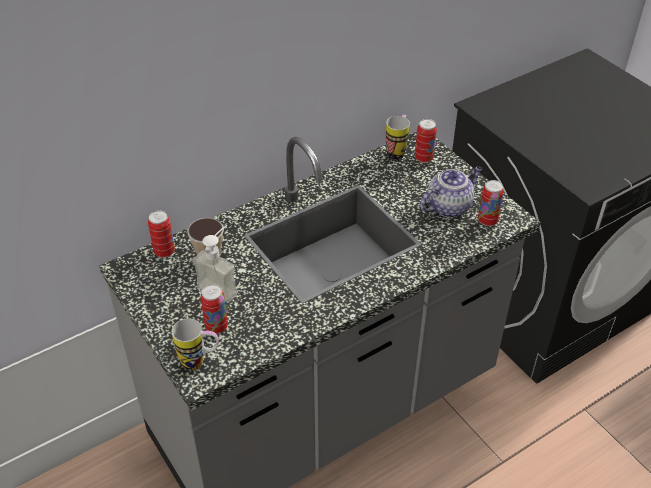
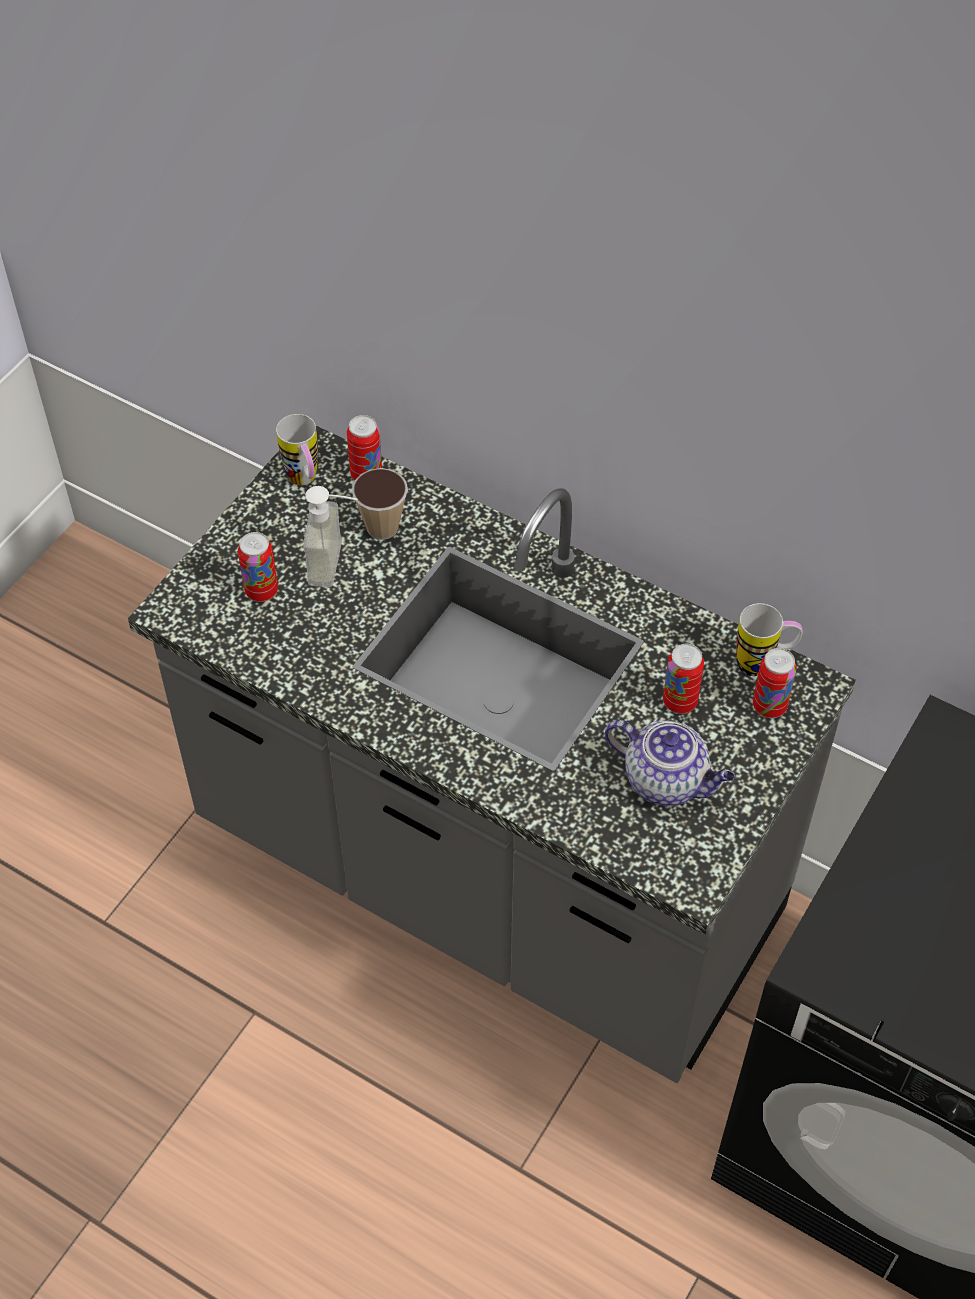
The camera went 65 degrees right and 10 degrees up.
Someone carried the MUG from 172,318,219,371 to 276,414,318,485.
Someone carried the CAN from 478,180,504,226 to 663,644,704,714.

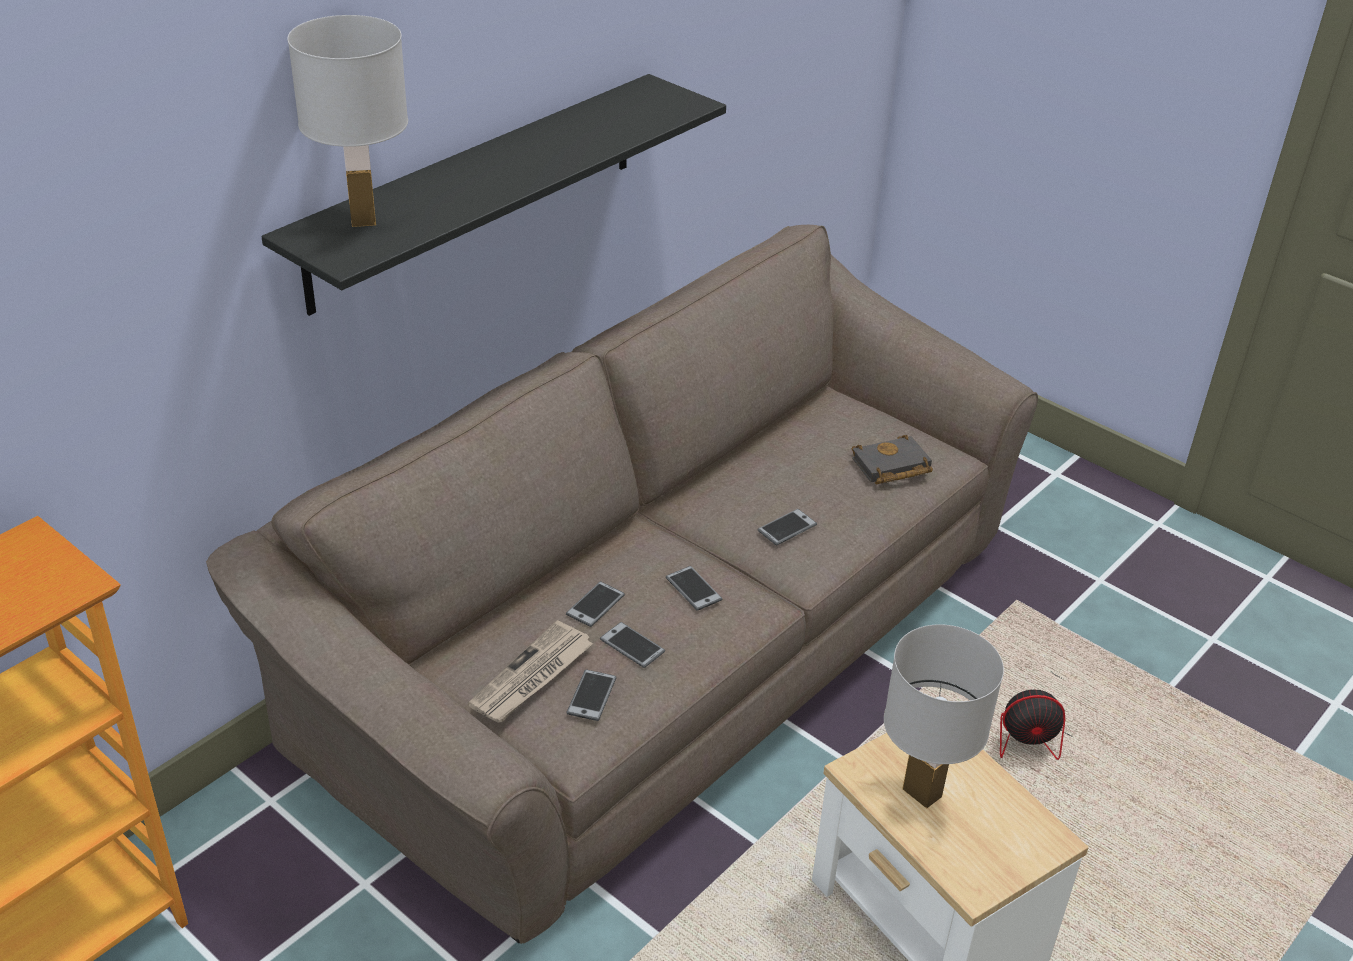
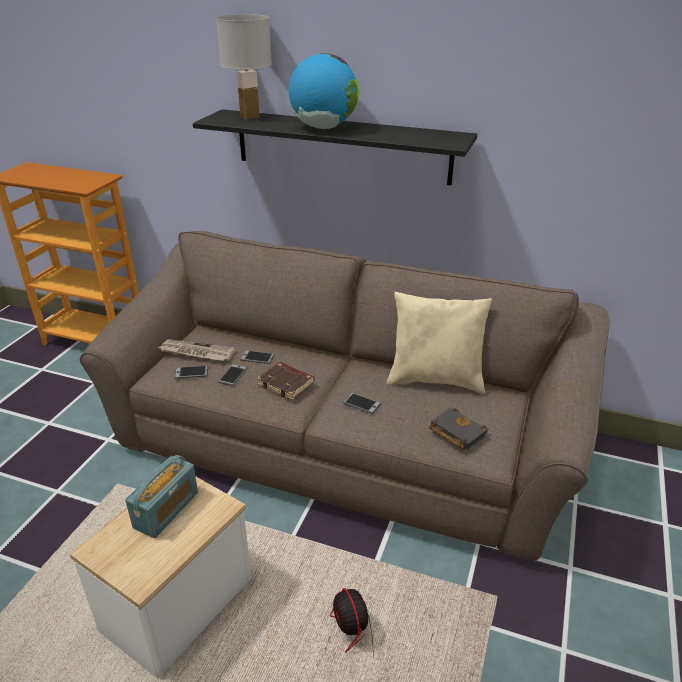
The camera went 70 degrees right and 5 degrees down.
Someone swapped the PHONE at 666,566,722,611 for the BROWN BOOK at 257,362,315,400.
Someone swapped the WHITE TABLE LAMP at 884,624,1004,809 for the RADIO at 125,455,198,538.
Someone put down the GLOBE at 289,53,360,129.
Someone put down the BEIGE PILLOW at 386,292,492,394.

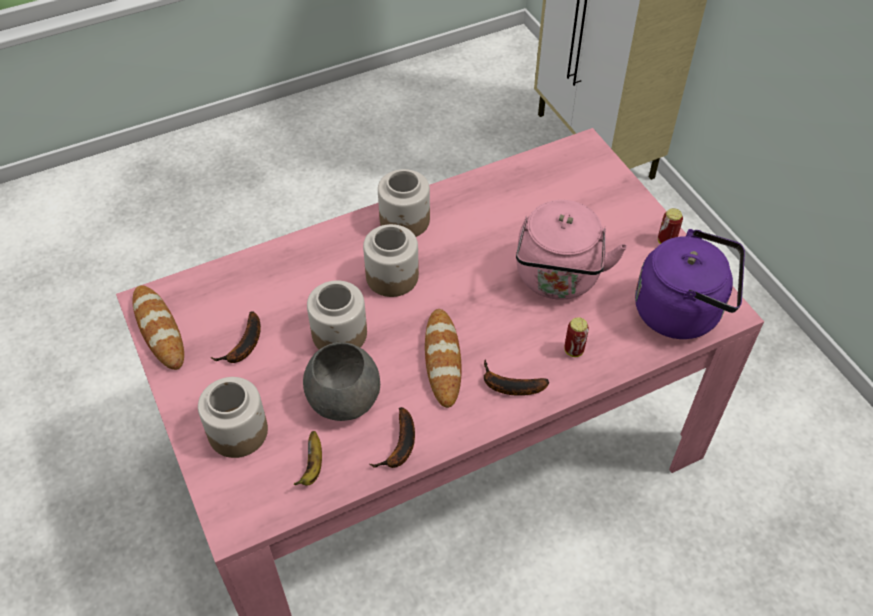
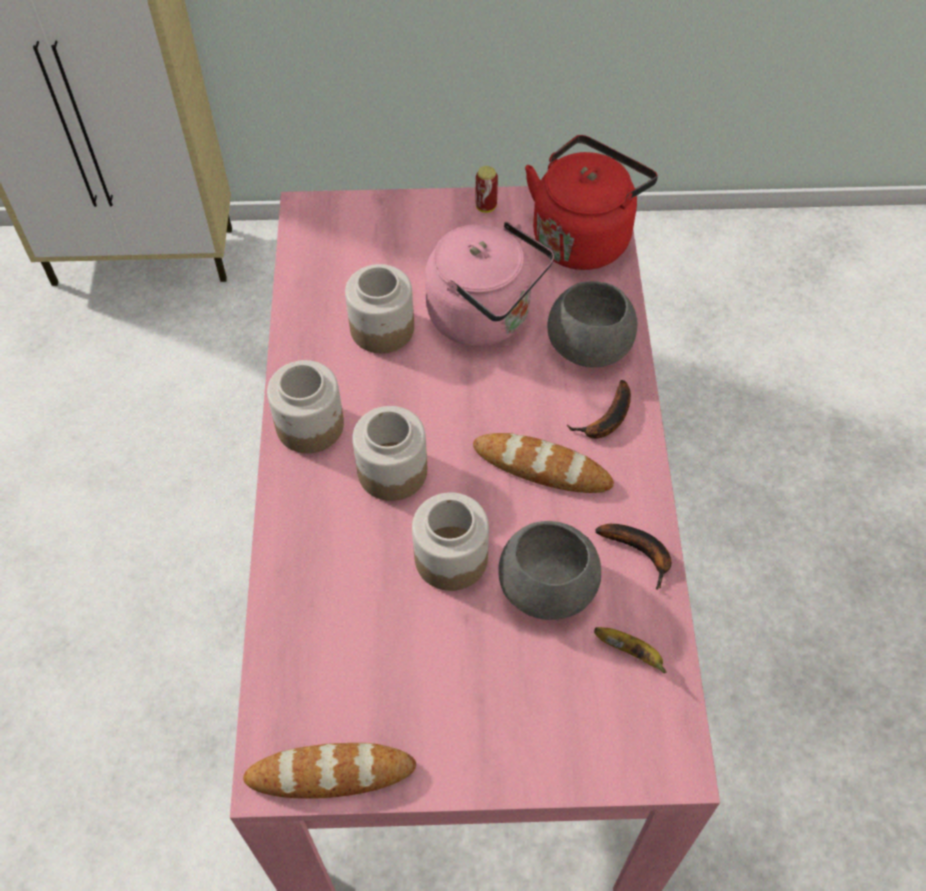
The camera went 65 degrees left and 5 degrees up.
Someone carried the JAR from 198,377,268,458 to 345,264,414,353.
Someone took away the BANANA at 211,311,261,363.
Someone swapped the CAN at 564,317,589,357 for the GREY BOWL at 547,281,637,367.
Someone repainted the PURPLE KETTLE at 635,229,745,339, which became the RED KETTLE at 525,135,658,270.

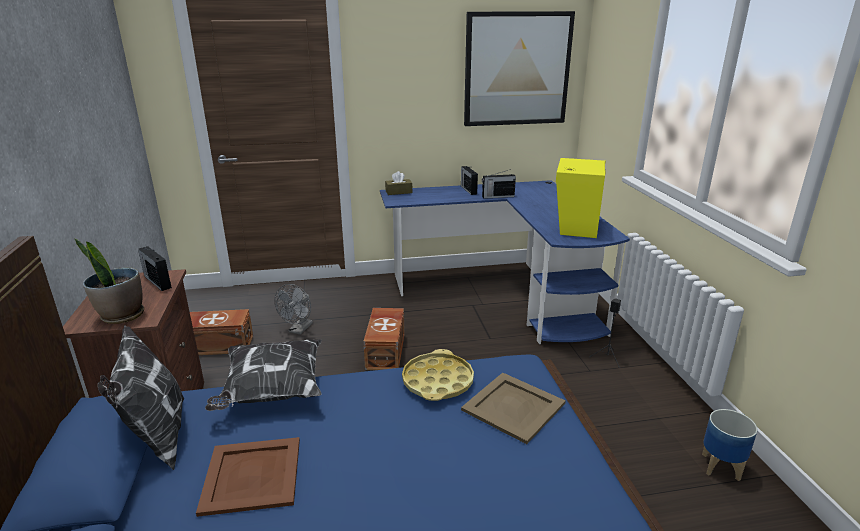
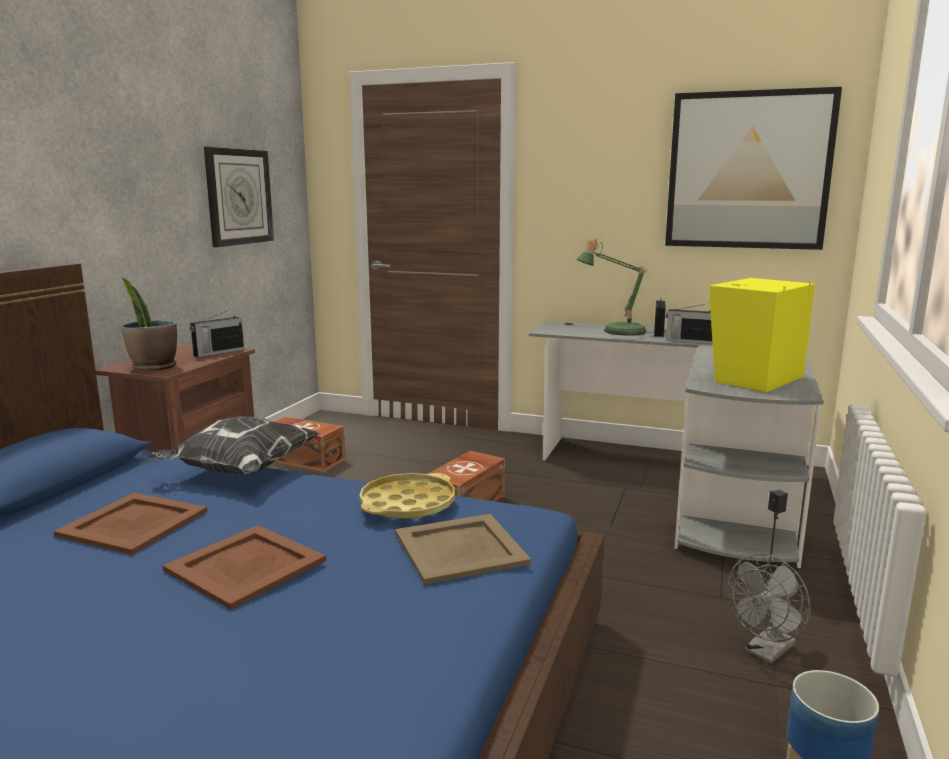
The camera went 30 degrees right and 10 degrees down.
Someone took away the PILLOW at 97,325,184,470.
Someone rotated the RADIO at 138,246,172,291 by 120 degrees counterclockwise.
Someone carried the GREY FAN from 274,284,313,335 to 727,553,810,664.
Someone repainted the BLUE DESK at 380,180,630,344, which became the GREY DESK at 529,321,824,568.
Someone took away the BROWN TISSUE BOX at 385,171,412,195.
Someone put down the BROWN TRAY at 163,525,326,610.
Someone put up the WALL CLOCK at 204,147,274,247.
Someone put down the TABLE LAMP at 577,238,647,336.

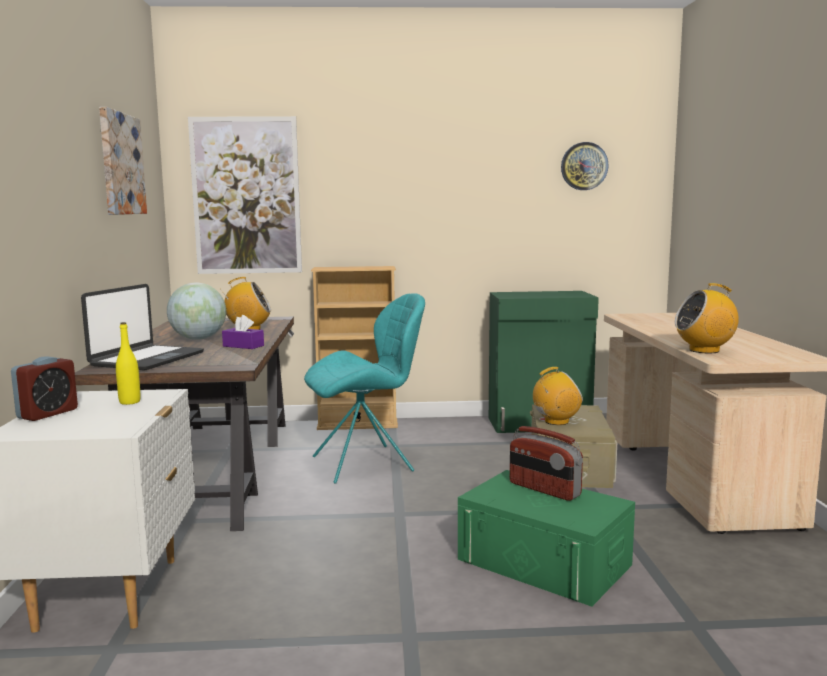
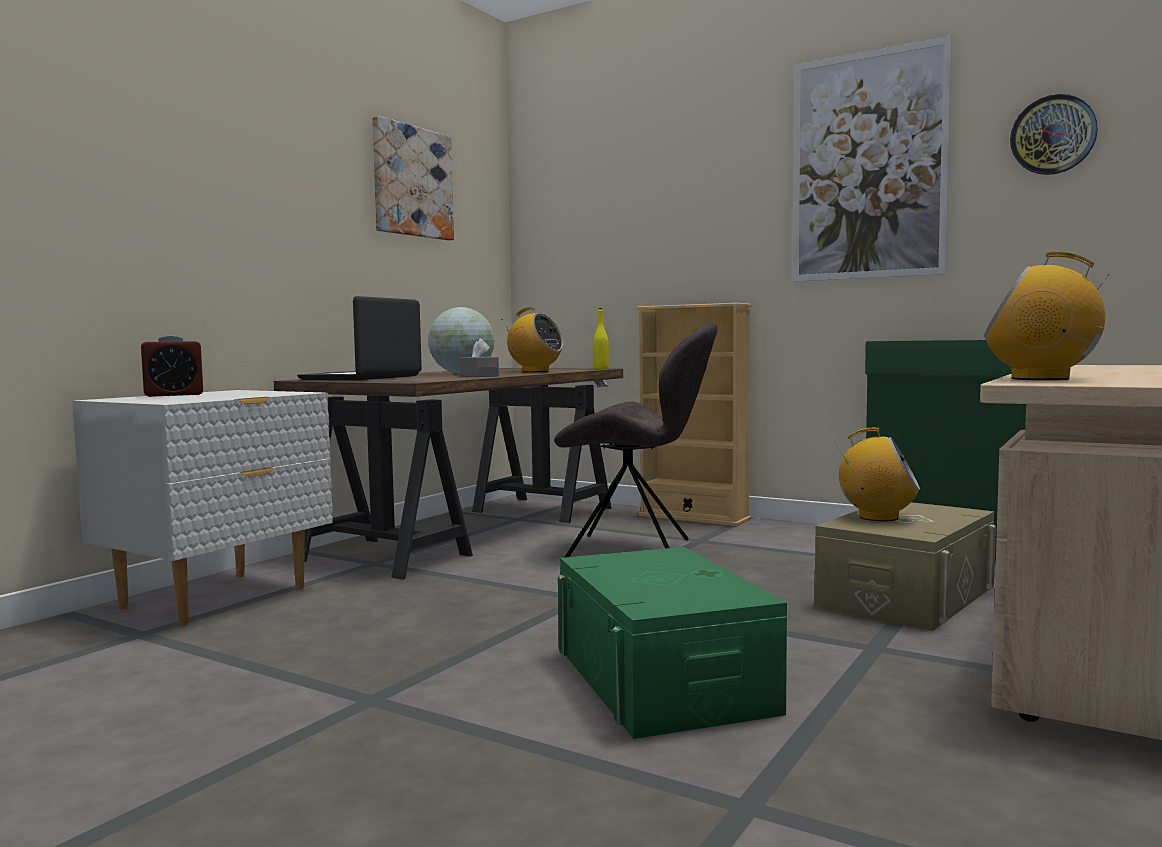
The camera went 35 degrees right and 5 degrees down.
Someone rotated the LAPTOP at 81,284,204,371 by 150 degrees clockwise.
Someone carried the YELLOW BOTTLE from 116,322,140,405 to 593,308,609,369.
Someone carried the PICTURE from 188,116,302,274 to 792,36,952,282.
Someone repainted the PURPLE TISSUE BOX at 222,315,264,349, which became the GREY TISSUE BOX at 460,338,499,377.
Someone repainted the TURQUOISE CHAIR at 304,293,425,484, which became the GREY CHAIR at 554,322,717,558.
Someone took away the RADIO at 510,426,583,501.

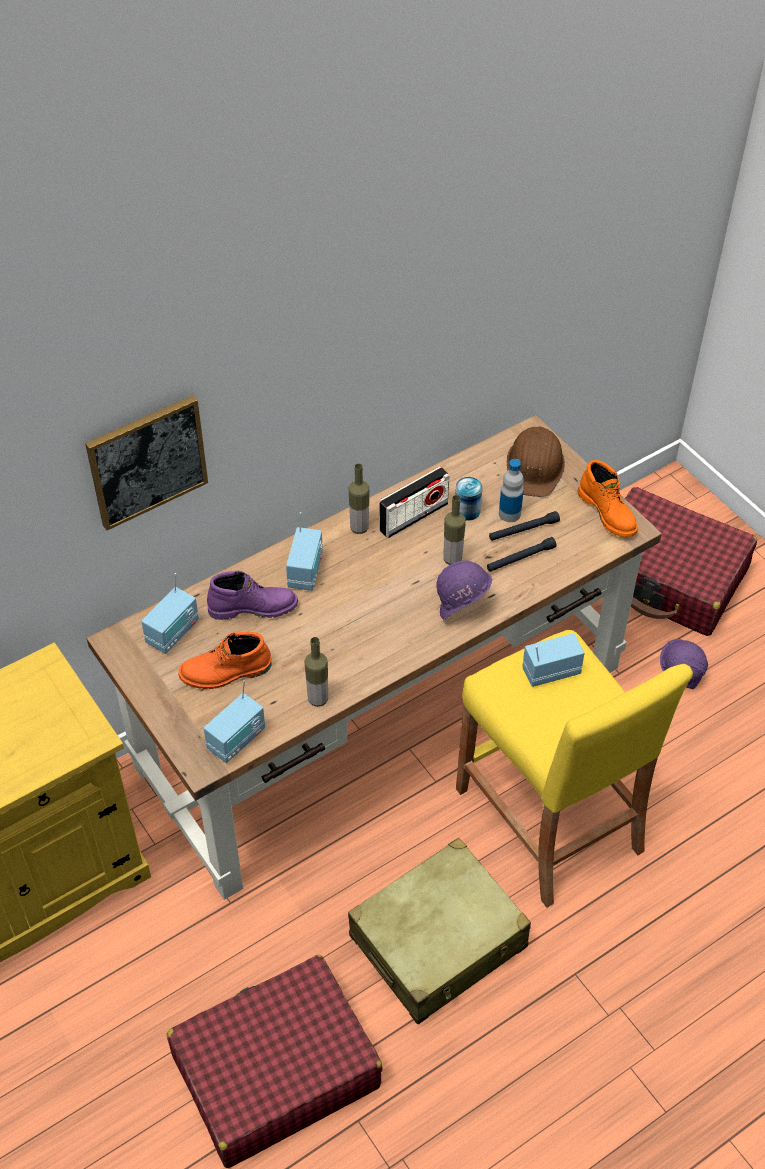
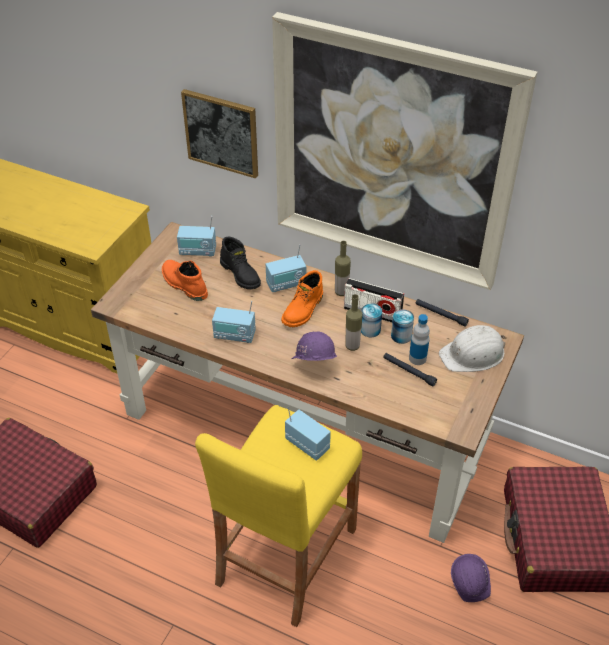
The camera went 60 degrees right and 5 degrees down.
Someone carried the RADIO from 204,680,265,763 to 212,301,256,343.
Someone repainted the PURPLE BOOT at 207,571,298,620, which became the BLACK BOOT at 220,237,261,289.
Someone took away the BOTTLE at 304,637,328,707.
Someone took away the BEIGE SUITCASE at 348,838,531,1024.
Someone carried the BLACK FLASHLIGHT from 487,537,556,572 to 416,299,469,327.
Someone repainted the BROWN HARD HAT at 507,427,565,497, which became the WHITE HARD HAT at 439,325,505,372.
Someone carried the ORANGE BOOT from 578,460,638,537 to 281,270,323,327.
Someone put up the PICTURE at 272,12,537,290.
Someone put down the CAN at 361,303,382,337.

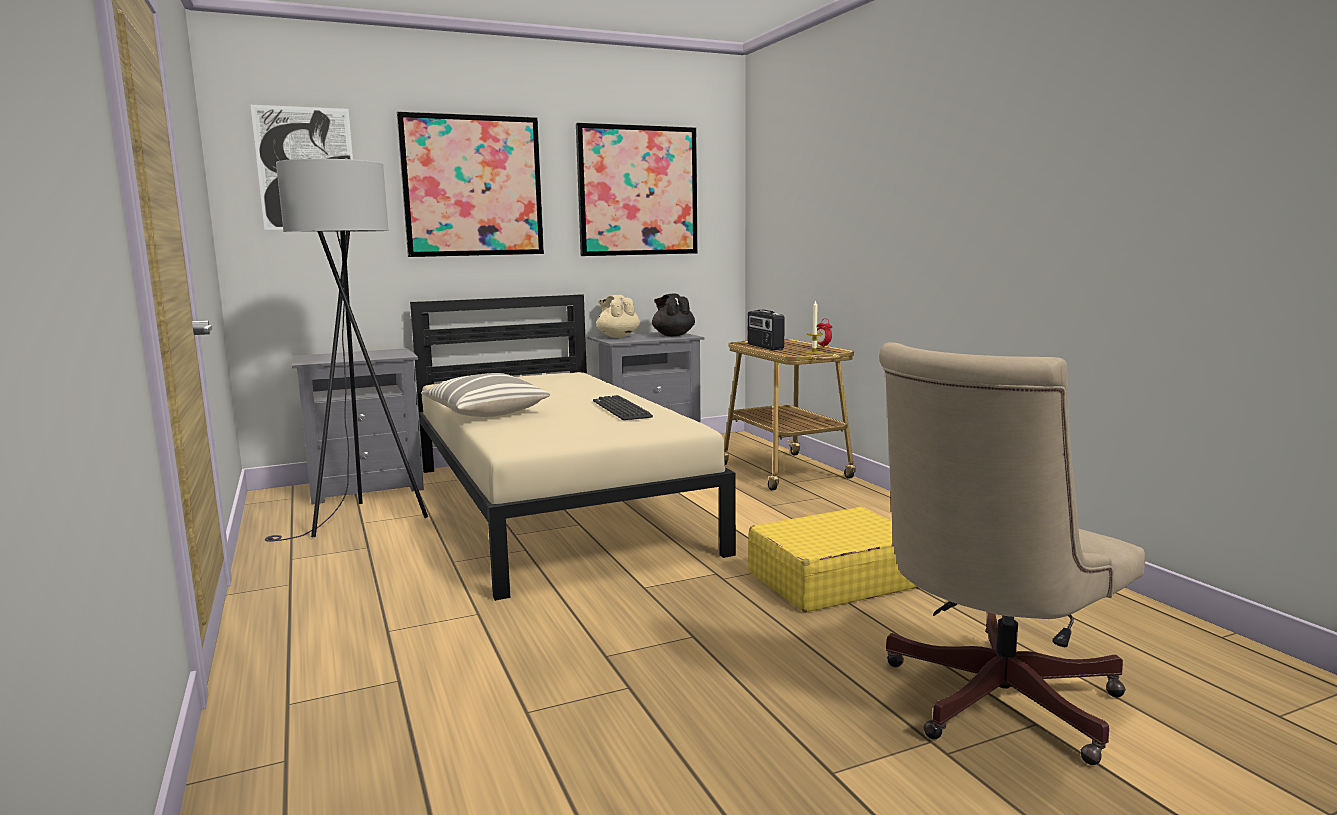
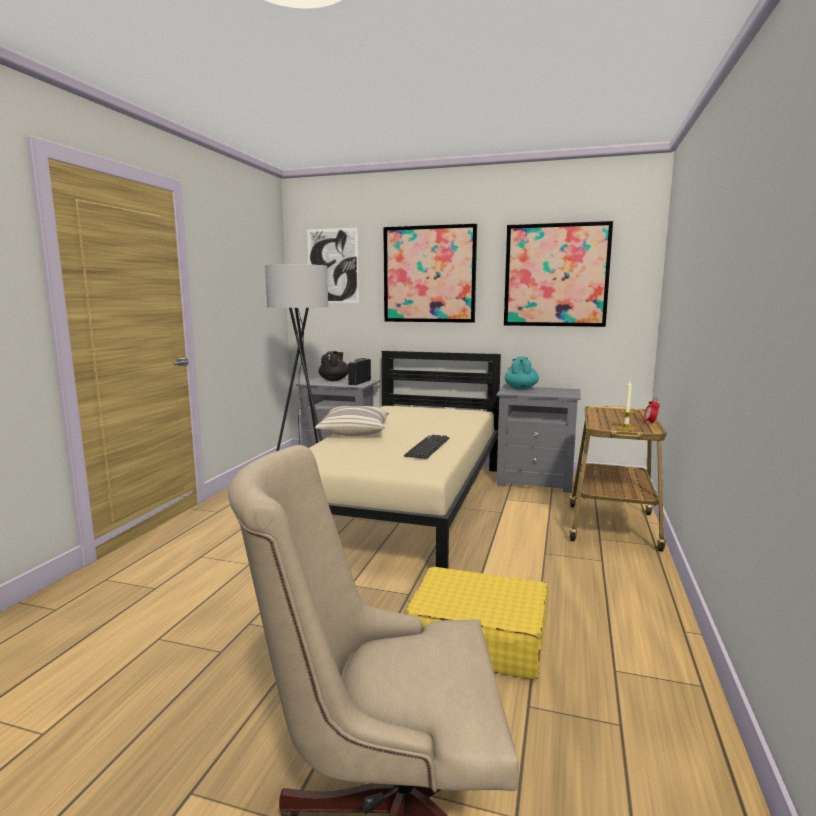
The camera went 40 degrees right and 0 degrees up.
Someone repainted the BEIGE TEAPOT at 597,295,640,338, which became the TURQUOISE TEAPOT at 505,356,539,390.
Someone carried the BLACK TEAPOT from 652,293,695,336 to 319,351,348,381.
Someone carried the RADIO from 748,310,785,350 to 348,358,371,385.

